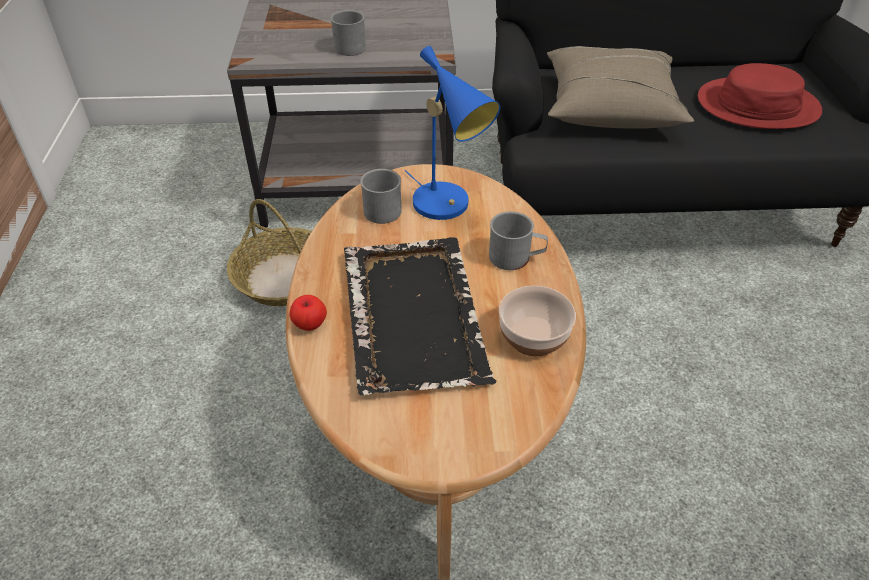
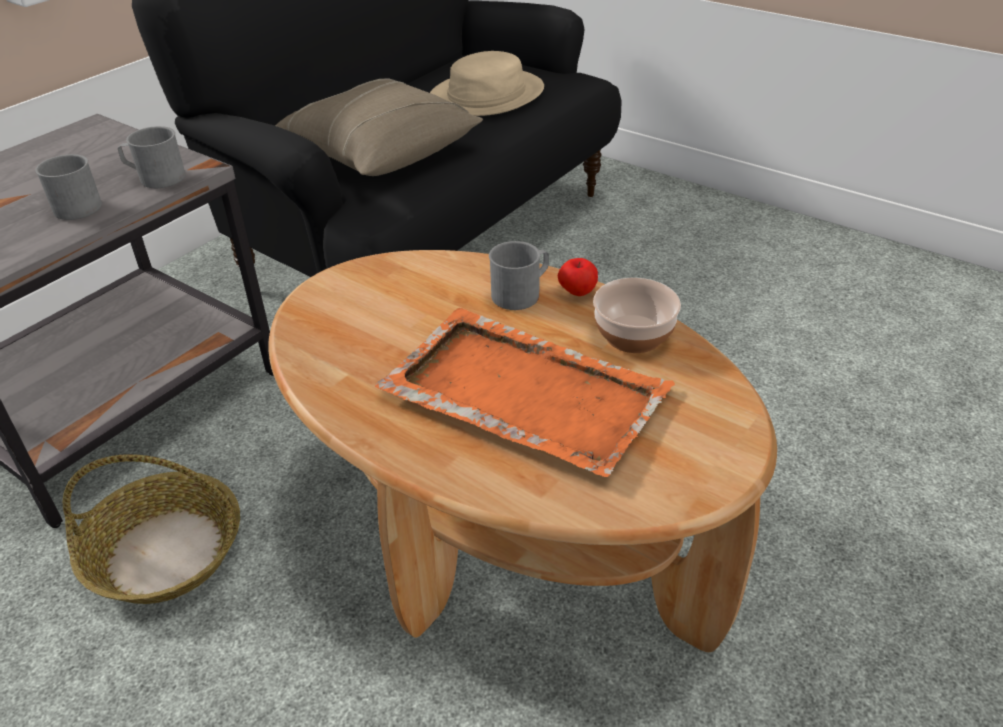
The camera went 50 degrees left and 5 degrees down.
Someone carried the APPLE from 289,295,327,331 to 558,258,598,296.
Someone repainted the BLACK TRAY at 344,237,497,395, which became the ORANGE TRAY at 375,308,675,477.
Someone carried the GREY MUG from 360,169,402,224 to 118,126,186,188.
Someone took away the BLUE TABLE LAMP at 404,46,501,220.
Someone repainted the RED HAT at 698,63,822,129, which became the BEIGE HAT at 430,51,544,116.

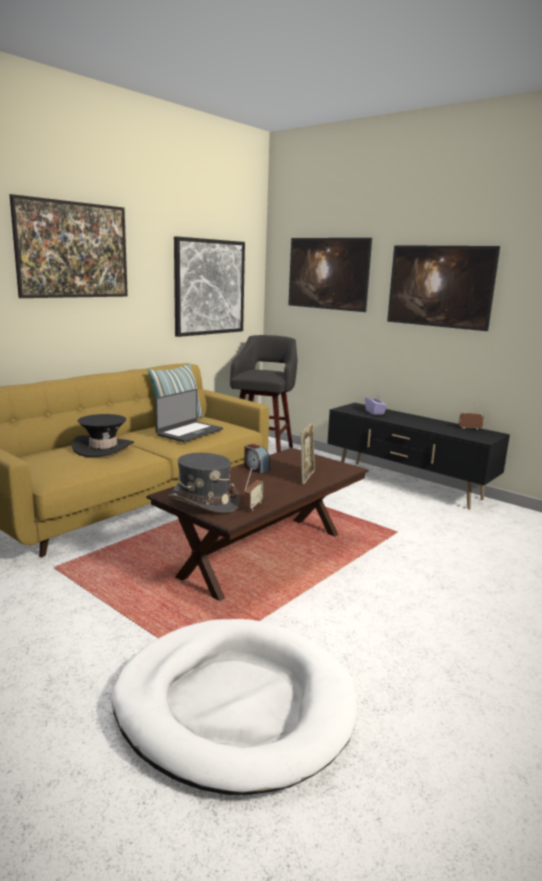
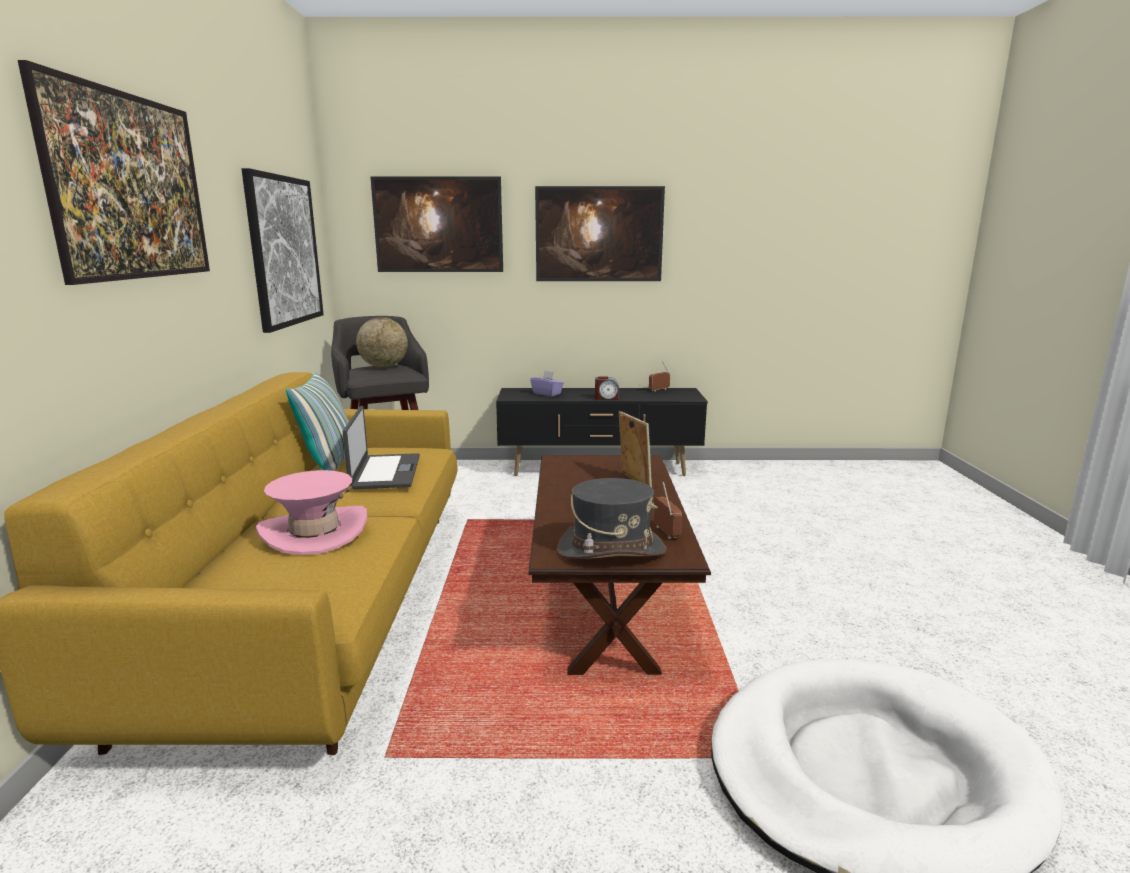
The camera went 40 degrees left and 0 degrees up.
Someone repainted the BLACK HAT at 72,414,134,457, which became the PINK HAT at 256,470,367,555.
Someone carried the ALARM CLOCK from 244,444,270,473 to 595,376,619,400.
Someone put down the GLOBE at 356,317,408,368.

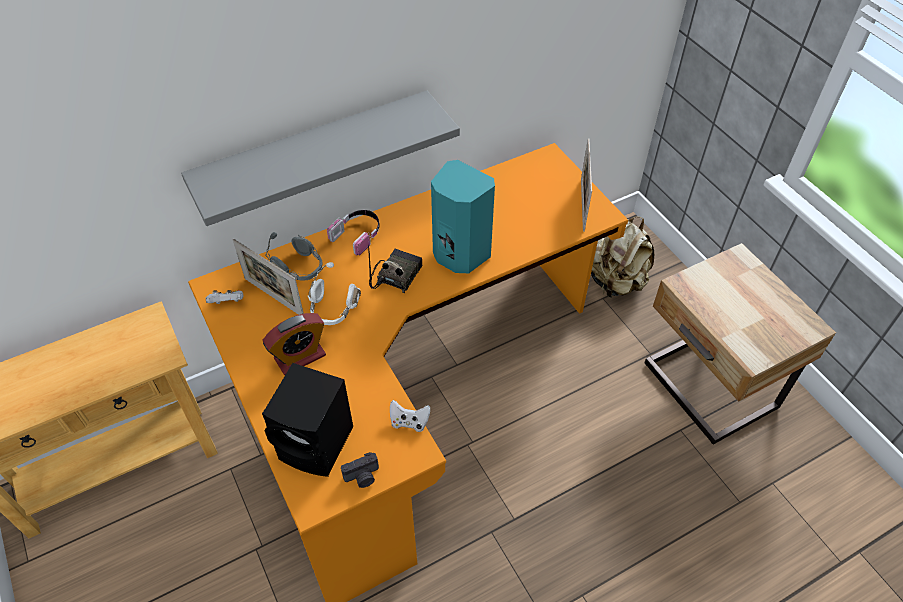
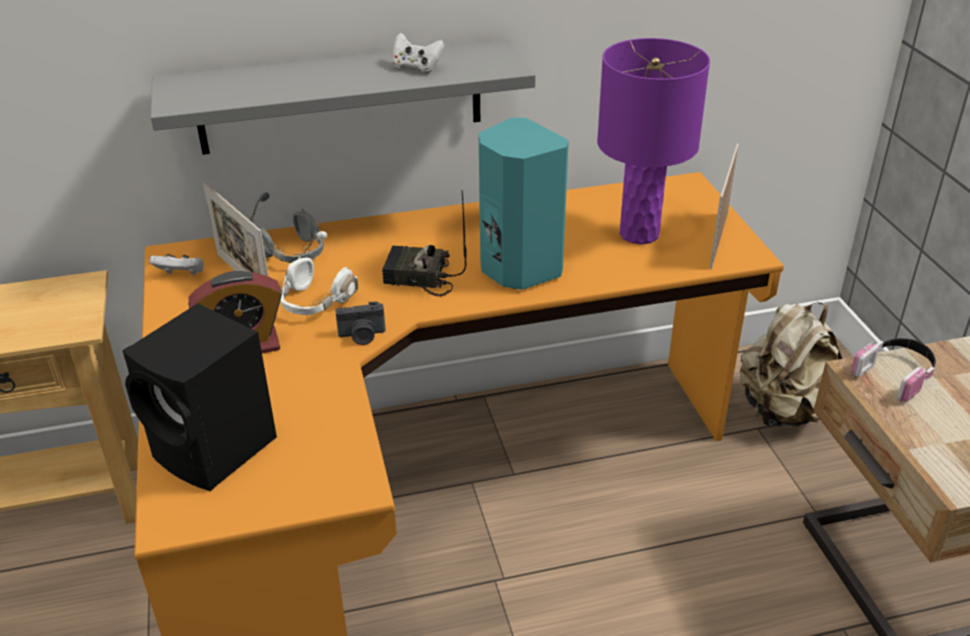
The camera went 15 degrees right and 15 degrees down.
Someone carried the HEADPHONES from 327,210,380,256 to 851,338,937,402.
Someone carried the PHOTO CAMERA from 341,452,379,488 to 335,301,386,345.
Someone rotated the RADIO at 368,245,423,293 by 120 degrees counterclockwise.
Someone carried the WHITE GAME CONTROLLER from 390,400,430,432 to 393,33,445,73.
Someone put down the PURPLE TABLE LAMP at 597,38,710,244.

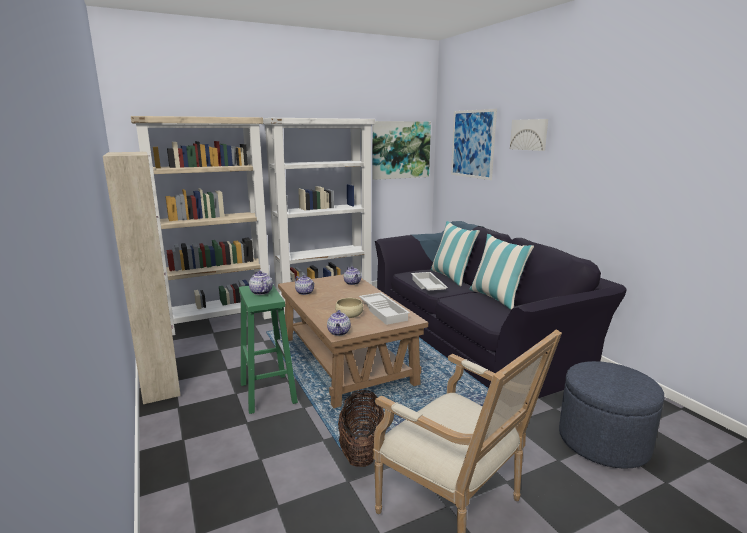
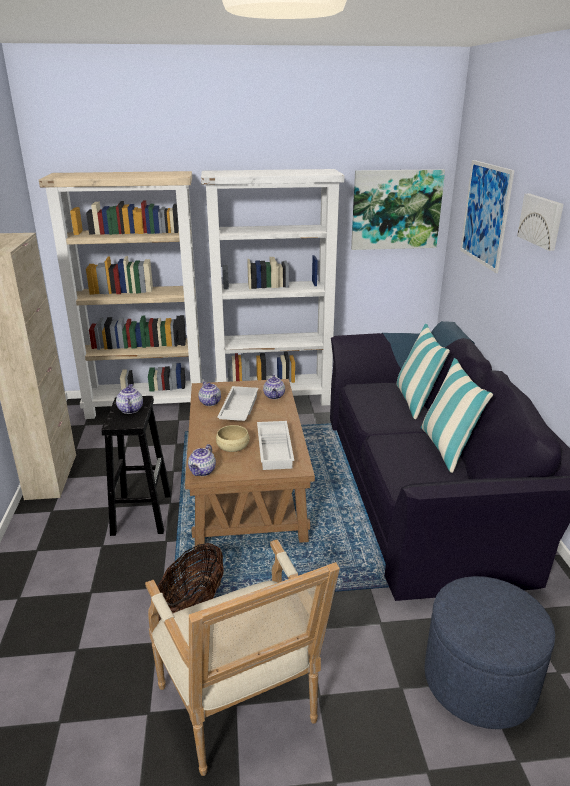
The camera went 20 degrees right and 10 degrees up.
Someone repainted the GREEN STOOL at 239,285,298,414, which became the BLACK STOOL at 101,396,171,536.
Someone carried the WHITE TRAY from 411,272,448,291 to 217,386,259,421.

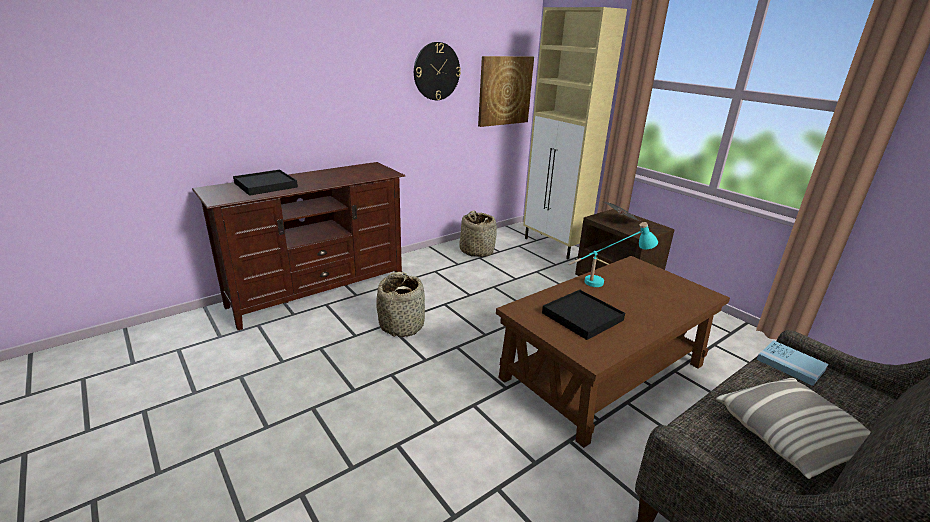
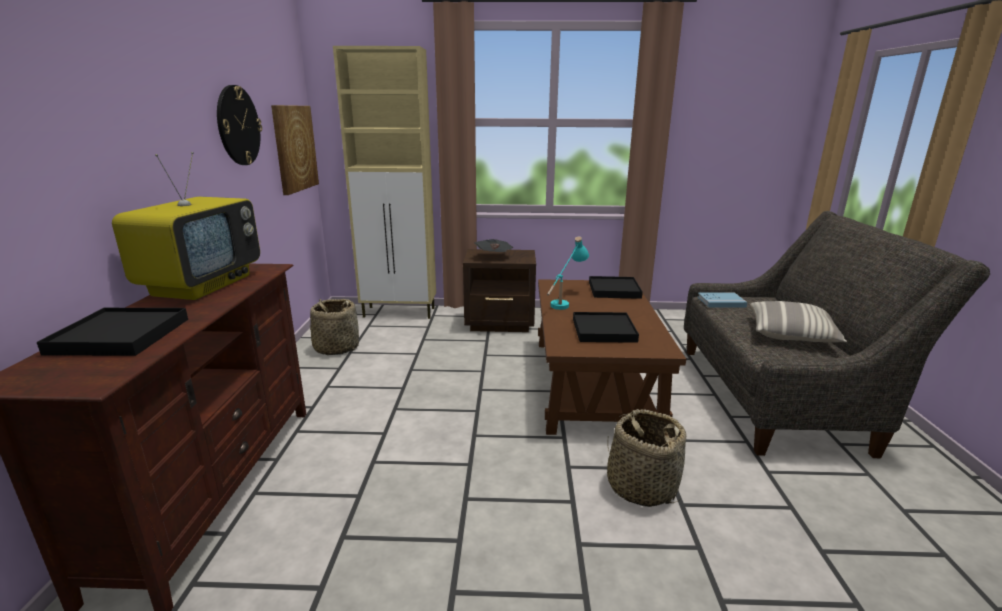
The camera went 50 degrees left and 5 degrees down.
Someone carried the BASKET from 376,272,425,337 to 607,409,686,507.
Someone put down the TELEVISION at 112,152,260,300.
Someone put down the BLACK TRAY at 589,276,643,299.

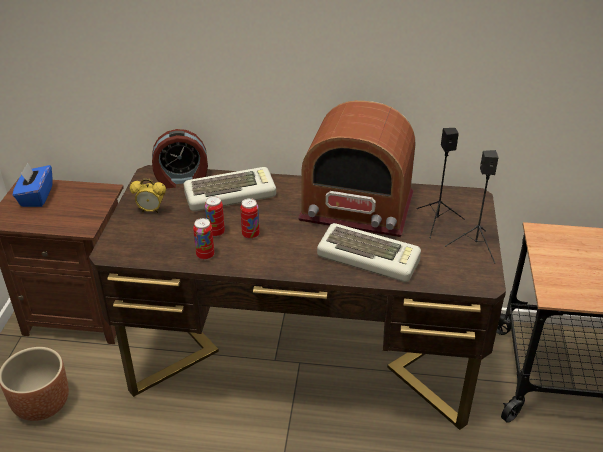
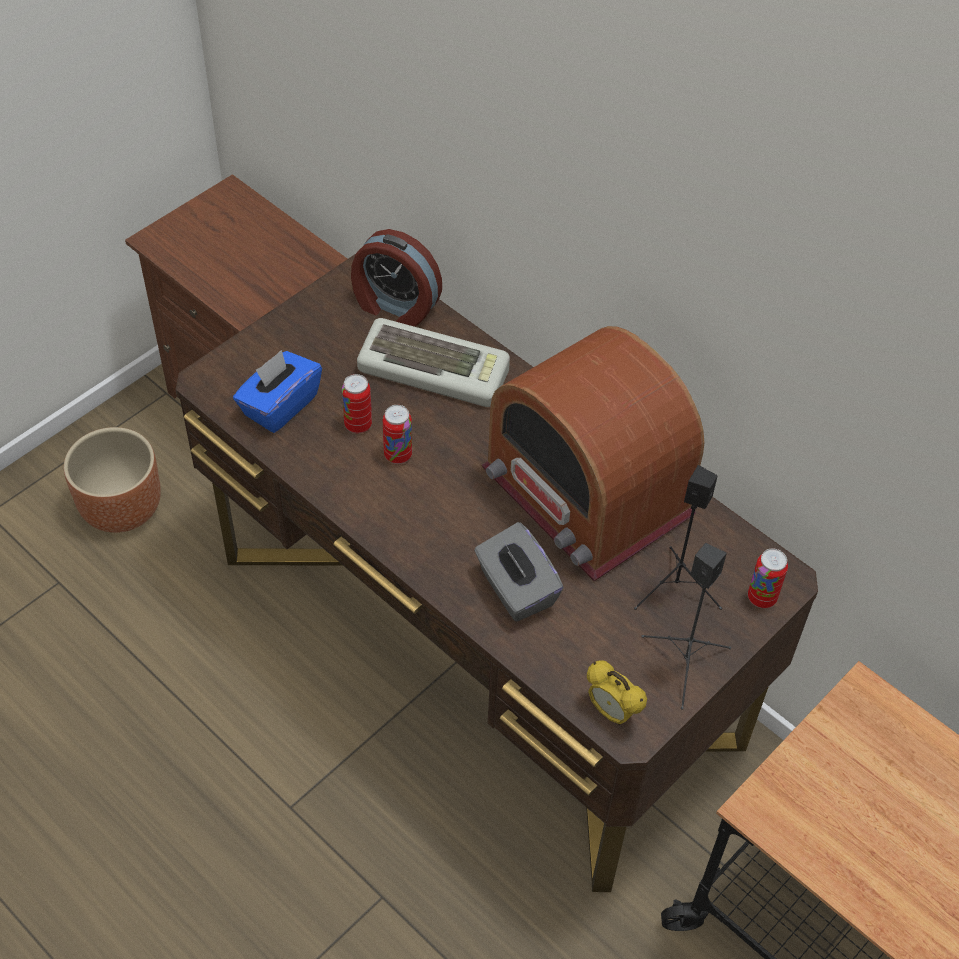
The camera went 35 degrees right and 15 degrees up.
Someone carried the BLUE TISSUE BOX from 13,163,52,207 to 233,350,322,433.
Someone carried the ALARM CLOCK from 130,179,166,213 to 587,660,647,725.
Someone carried the CAN from 193,218,214,260 to 748,549,788,609.
Someone swapped the KEYBOARD at 317,223,421,282 for the GREY TISSUE BOX at 474,522,564,621.

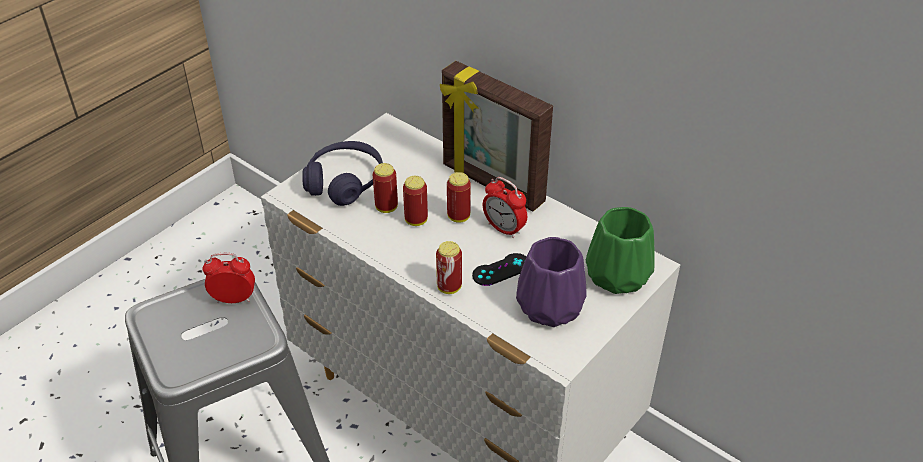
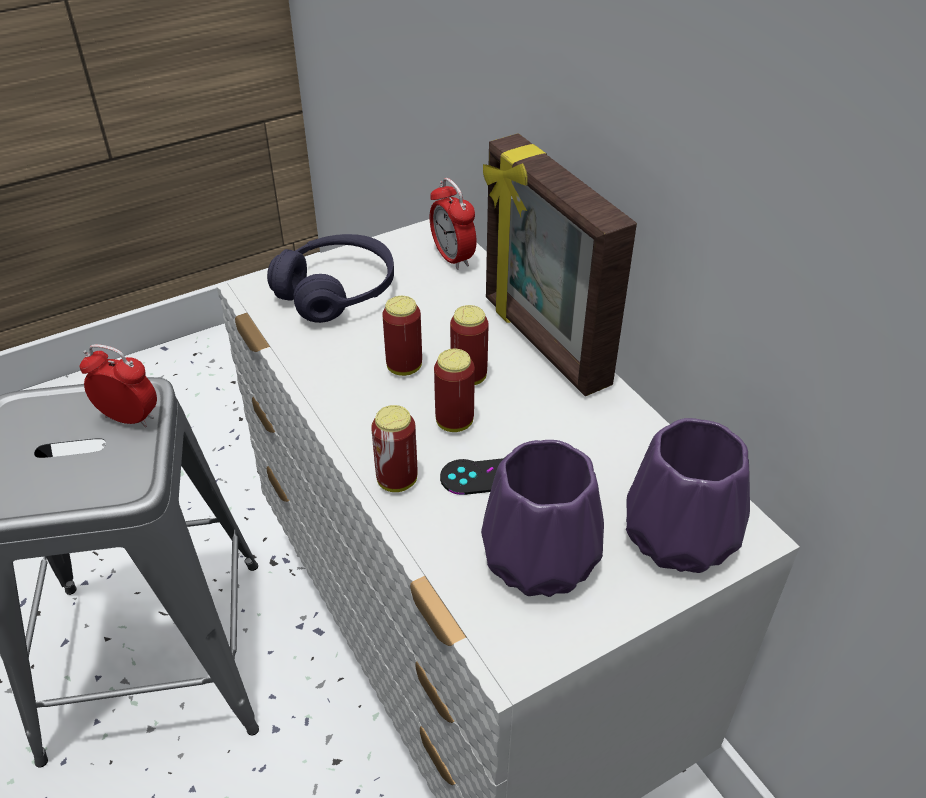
The camera went 20 degrees right and 0 degrees up.
Someone carried the CAN from 373,163,398,213 to 434,349,475,432.
Someone carried the ALARM CLOCK from 483,177,527,238 to 430,178,477,270.
Someone repainted the GREEN VASE at 586,207,655,294, which became the PURPLE VASE at 626,418,750,573.

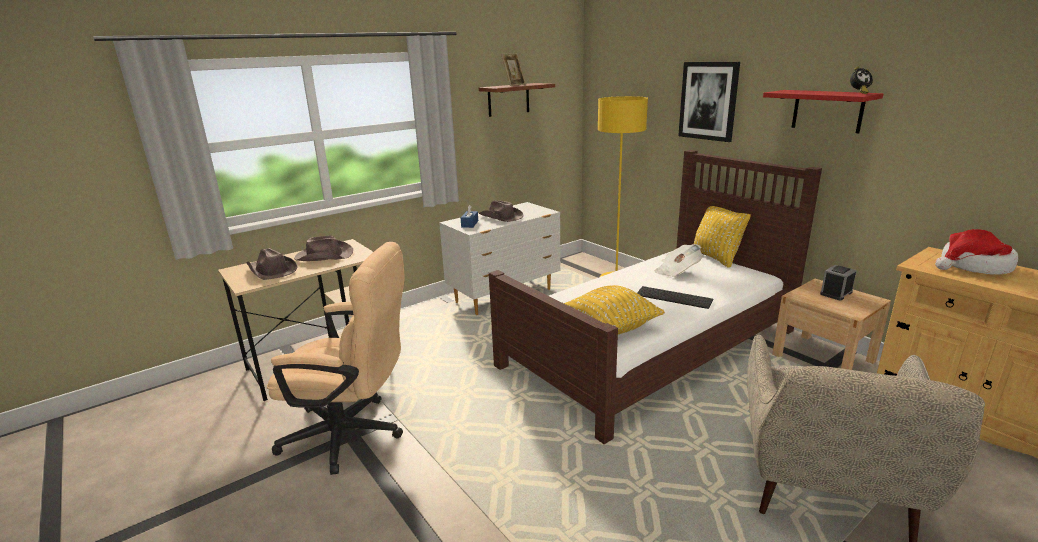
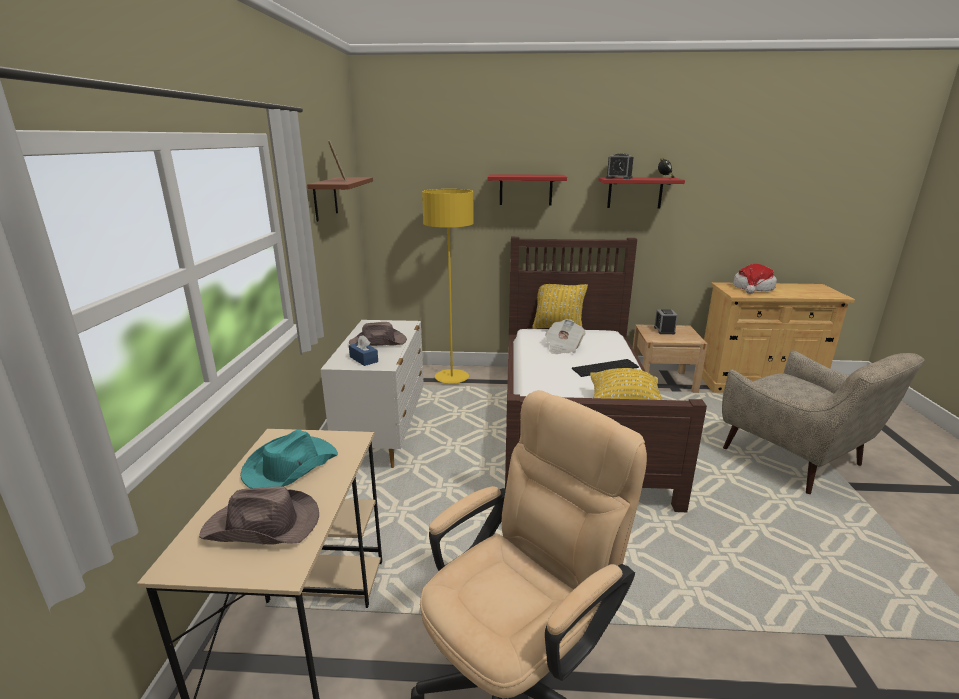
The camera went 50 degrees left and 0 degrees up.
Someone repainted the BROWN HAT at 294,236,353,261, which became the TURQUOISE HAT at 240,429,338,489.
Someone swapped the PICTURE at 678,62,740,142 for the RED SHELF at 488,174,567,205.
Someone put down the ALARM CLOCK at 606,153,633,179.

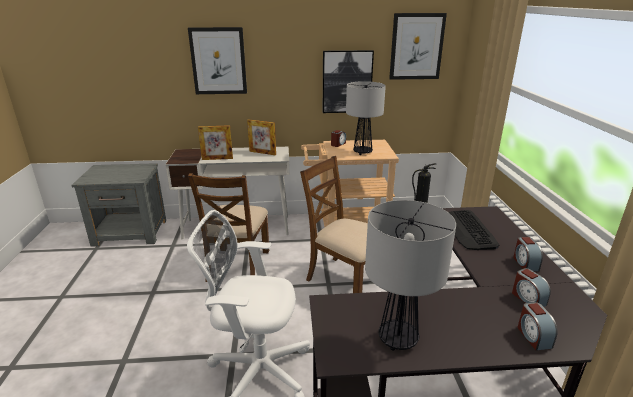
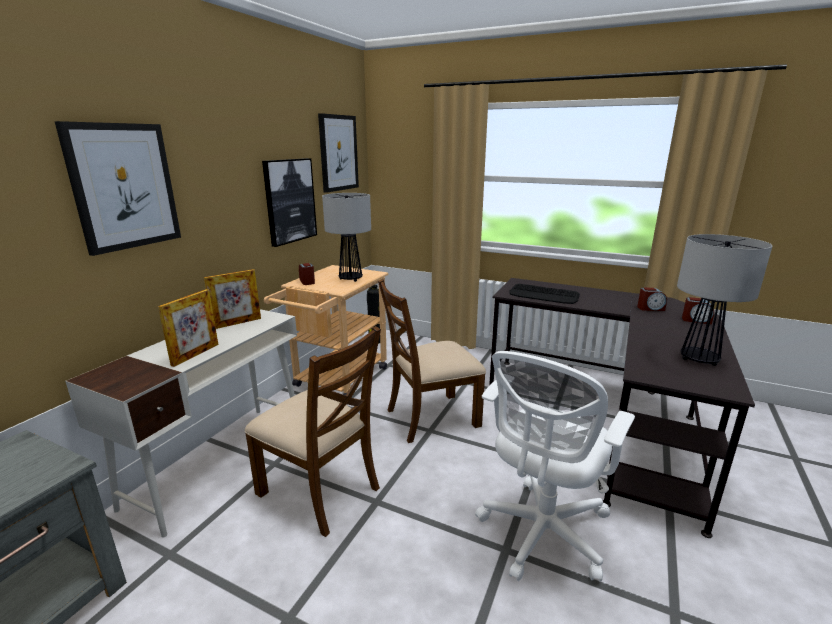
The camera went 60 degrees left and 5 degrees down.
Someone took away the ALARM CLOCK at 513,237,543,271.

